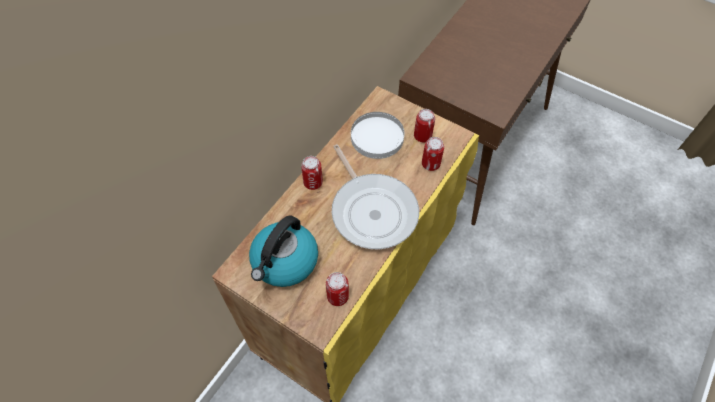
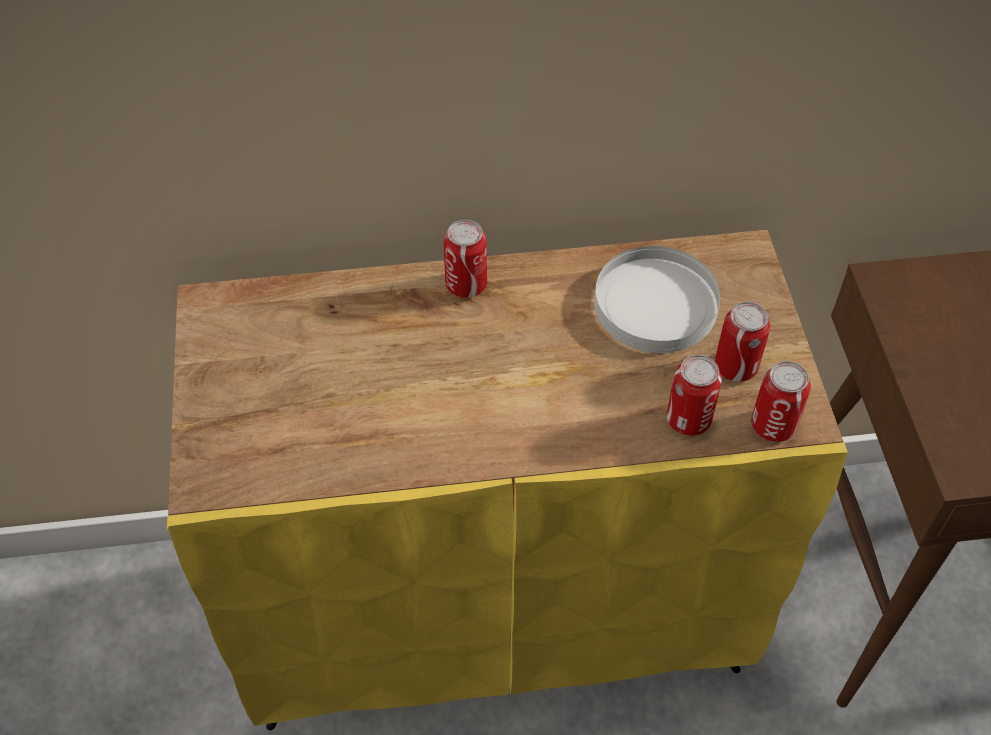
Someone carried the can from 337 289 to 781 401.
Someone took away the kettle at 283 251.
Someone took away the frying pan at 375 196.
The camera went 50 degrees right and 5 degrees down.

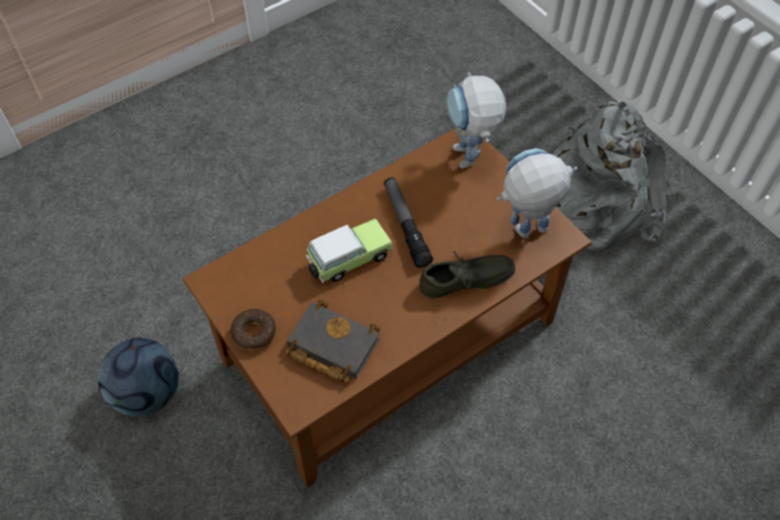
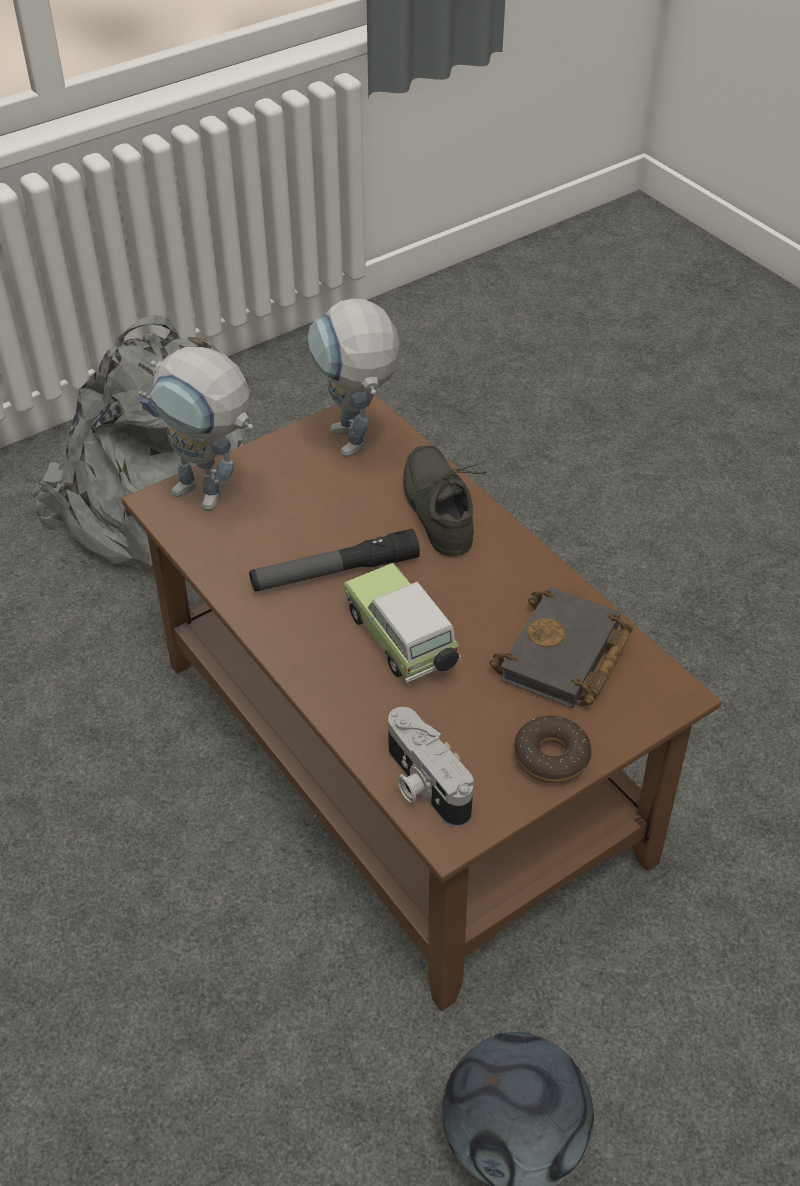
Someone rotated the toy robot at 476 121 by 45 degrees clockwise.
Someone put down the photo camera at 431 767.
The camera went 90 degrees left and 10 degrees down.

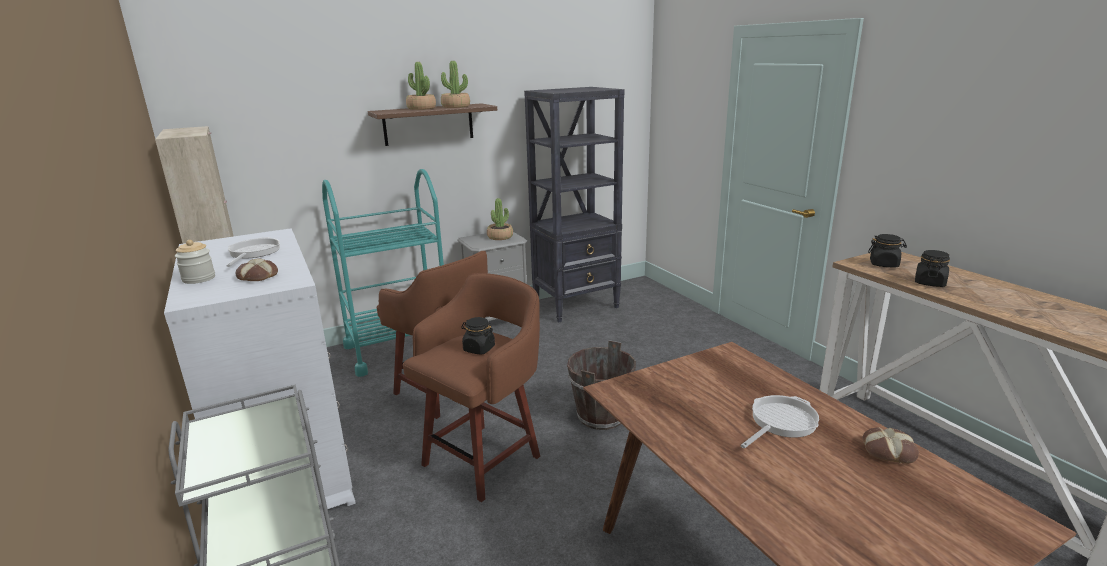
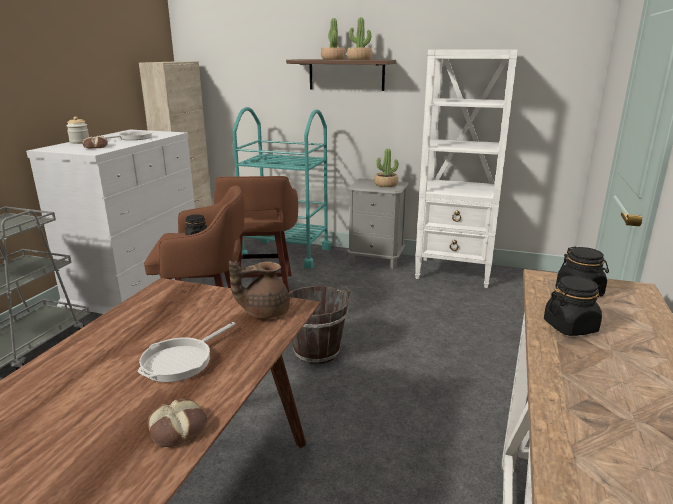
Someone rotated the frying pan at 780 421 by 120 degrees clockwise.
Someone put down the brown teapot at 259 289.
Someone repainted the black bookcase at 574 204, which became the white bookcase at 466 168.
The camera went 45 degrees right and 0 degrees up.

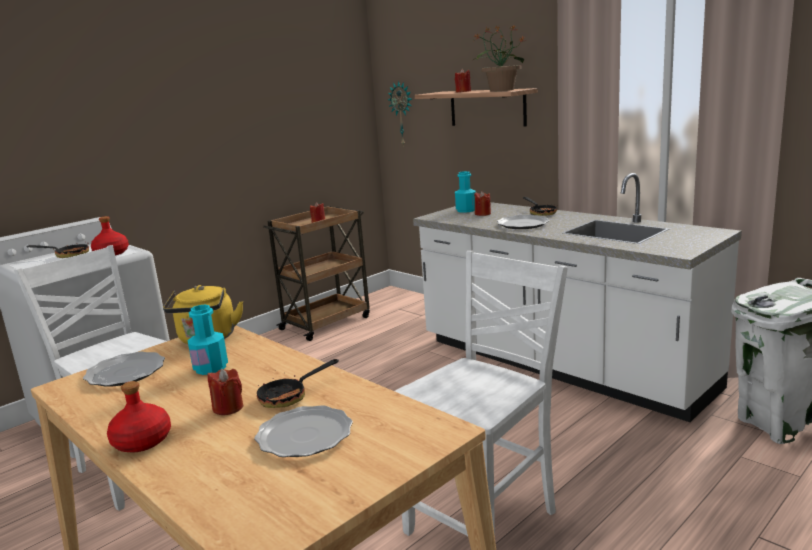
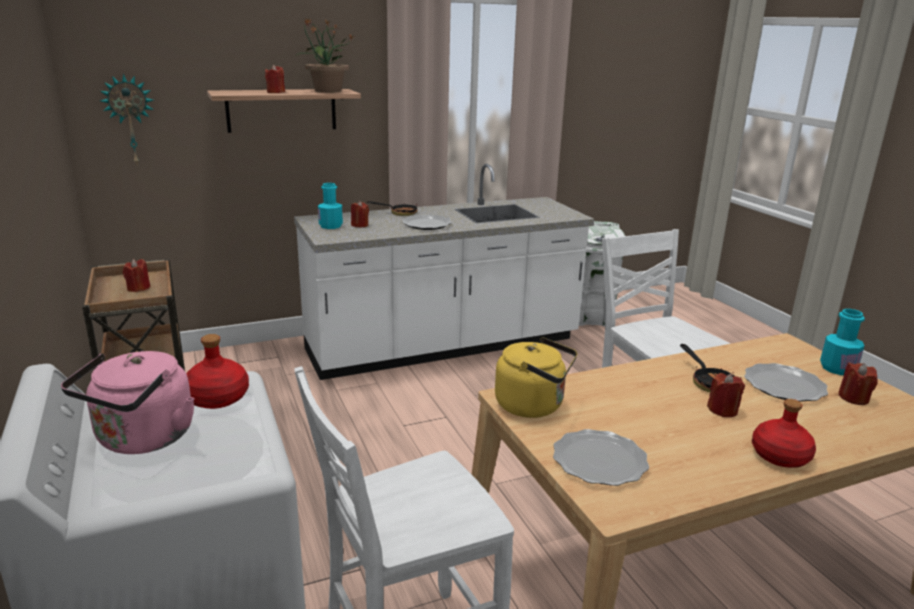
Someone swapped the frying pan at 58 250 for the pink kettle at 128 402.
Someone carried the turquoise bottle from 207 340 to 842 342.
Someone put down the red candle at 858 383.
The camera went 70 degrees left and 5 degrees up.

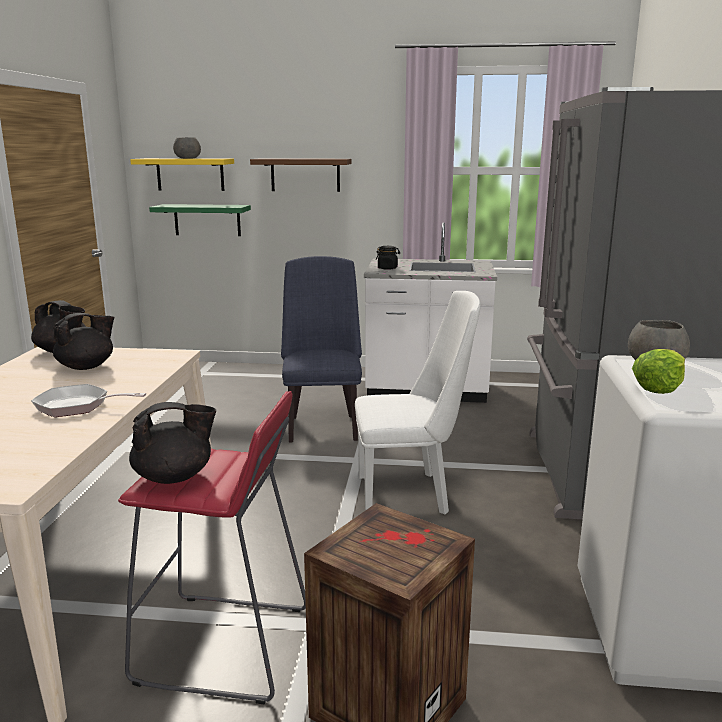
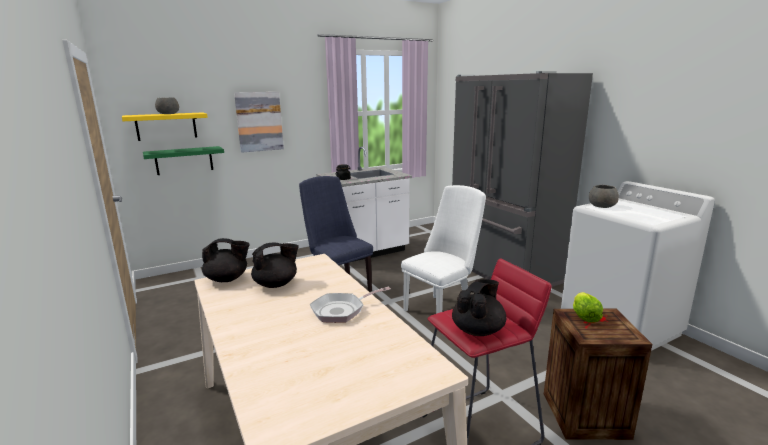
Someone swapped the brown shelf at 301 175 for the picture at 259 122.
Someone rotated the black teapot at 83 341 by 45 degrees clockwise.
Someone carried the lettuce from 658 371 to 588 307.
The camera went 35 degrees left and 0 degrees up.

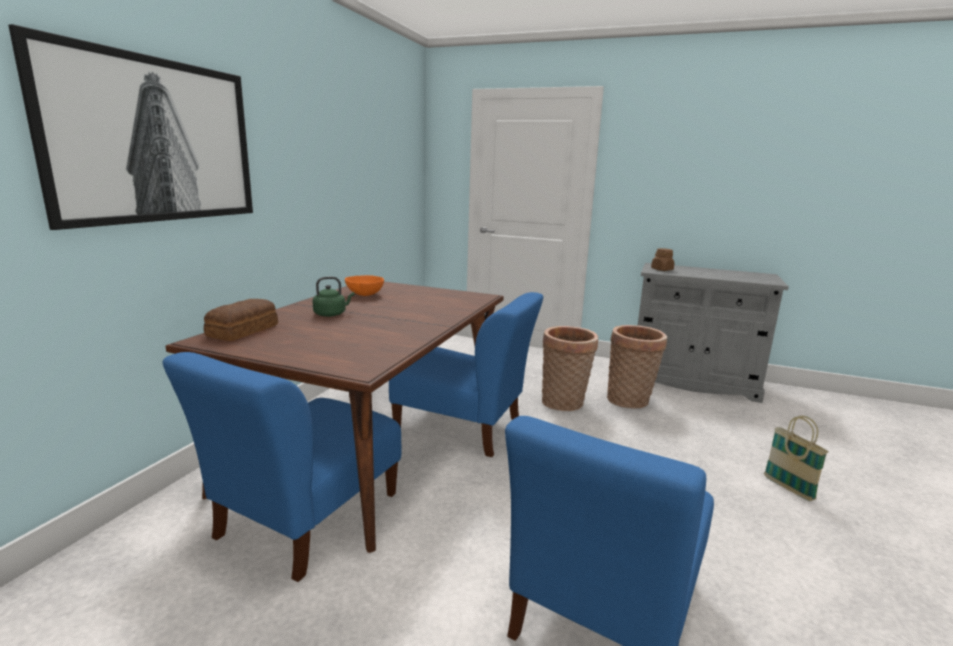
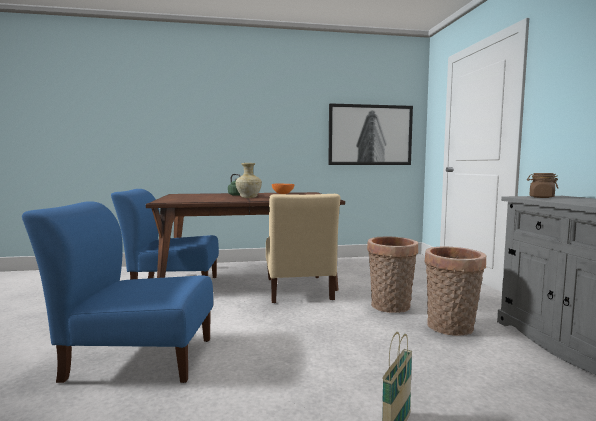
Someone put down the beige vase at 249 180.
Someone repainted the blue chair at 466 374, which became the beige chair at 303 248.
Someone carried the picture from 130 127 to 370 134.
Someone took away the bread at 241 320.
The camera went 60 degrees right and 10 degrees down.

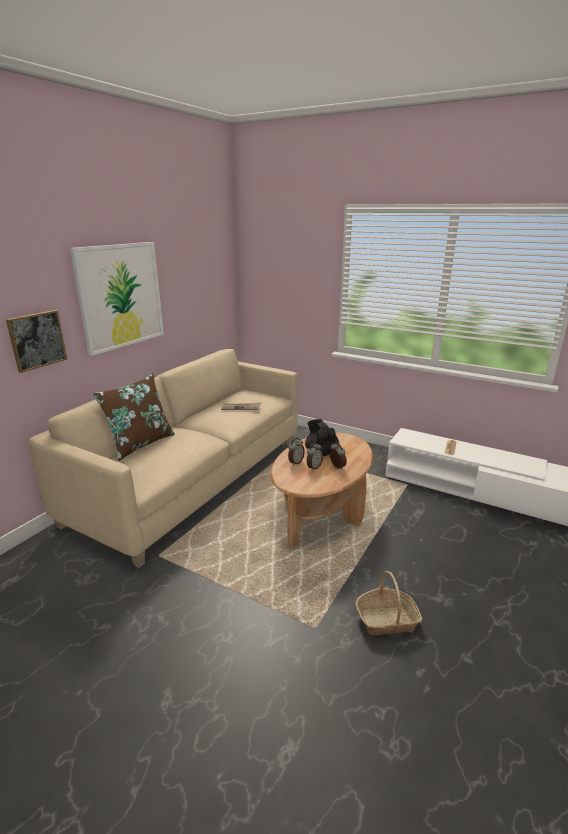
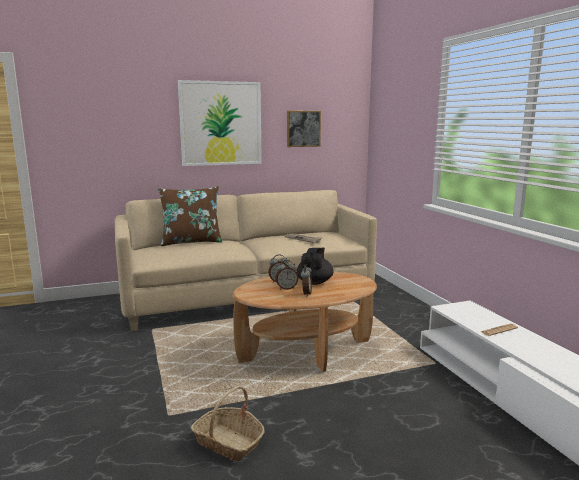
Someone carried the picture from 36 341 to 304 129.
The camera went 40 degrees right and 10 degrees down.

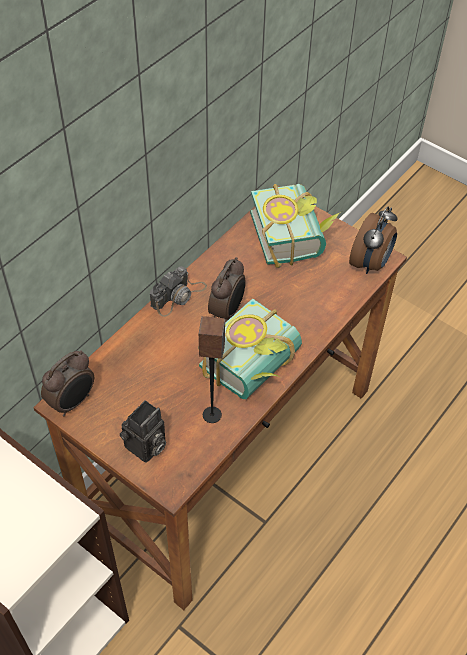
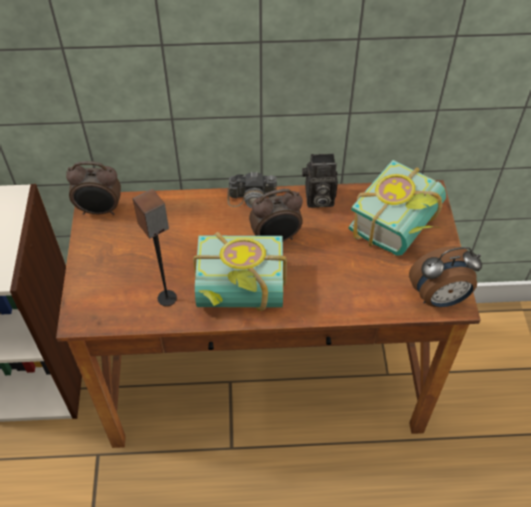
Someone carried the photo camera from 143 431 to 320 180.
The camera went 50 degrees right and 0 degrees up.

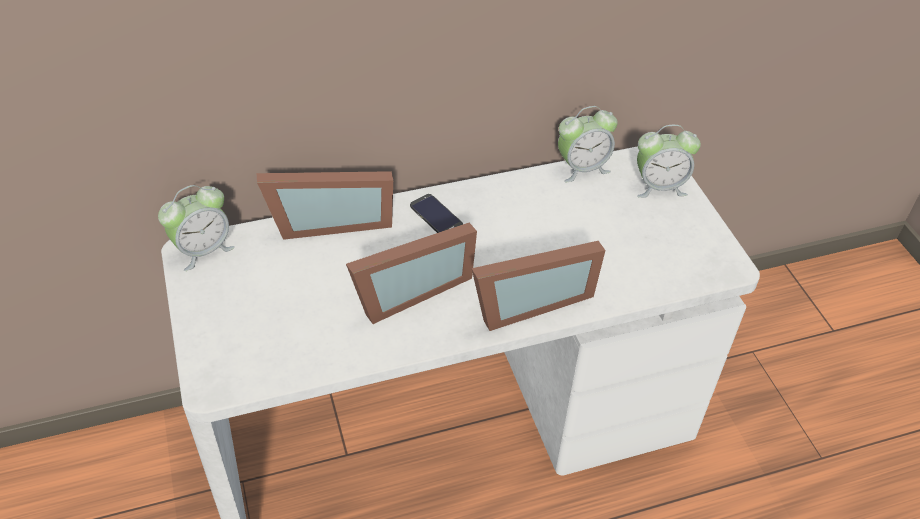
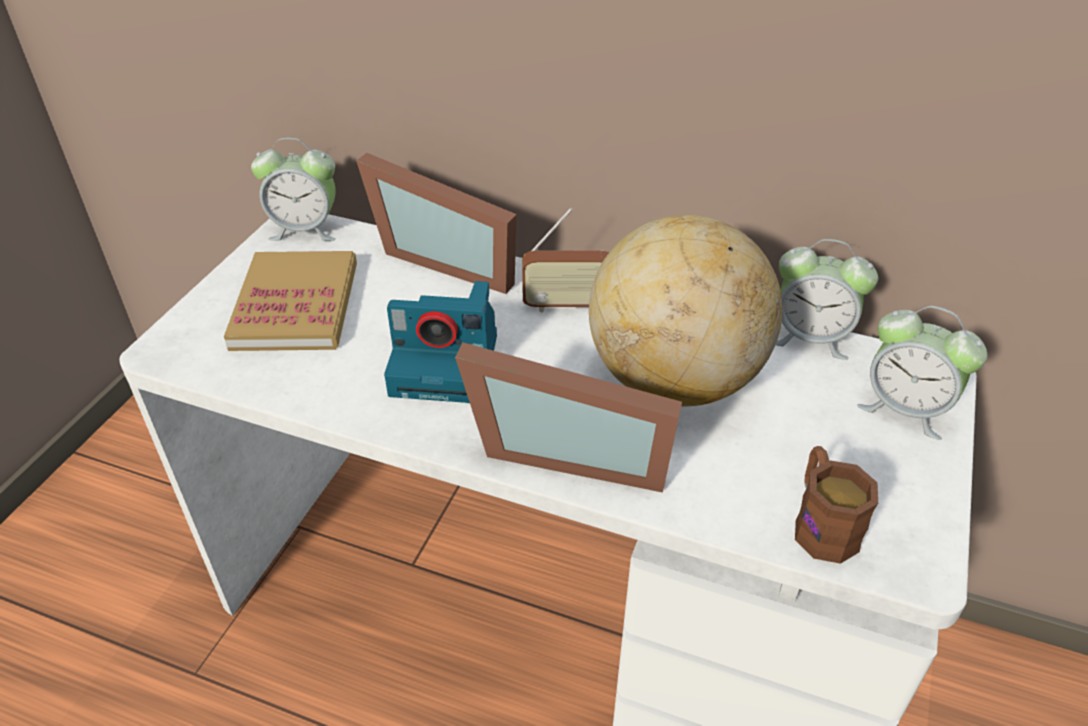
Someone put down the book at 290 301.
Someone swapped the picture frame at 411 273 for the photo camera at 440 342.
Someone swapped the phone at 436 213 for the radio at 565 260.
Someone put down the globe at 685 310.
Someone put down the brown mug at 836 505.
The camera went 40 degrees right and 5 degrees down.

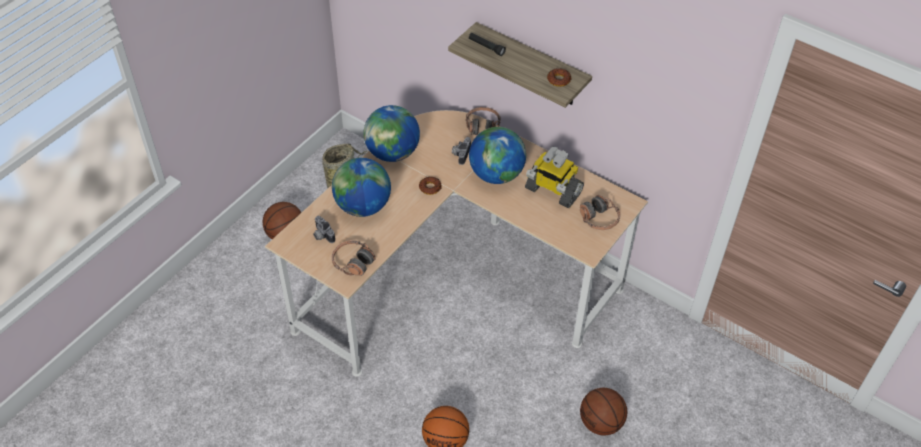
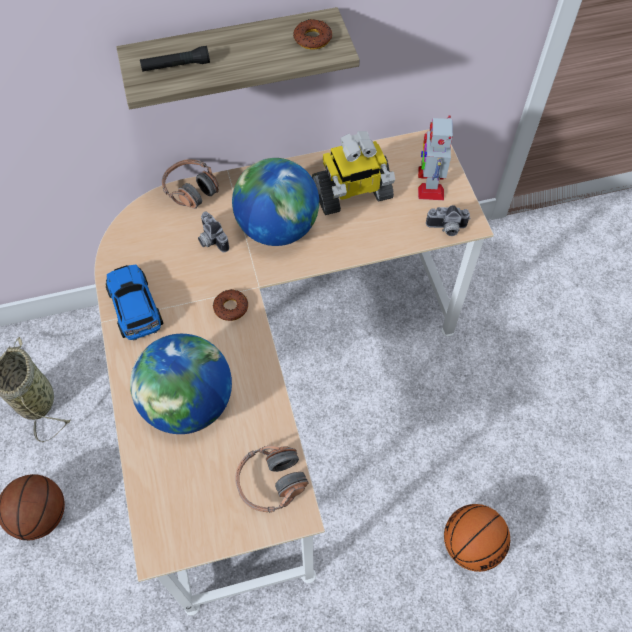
Someone swapped the globe at 392 133 for the toy car at 134 302.
Someone swapped the headphones at 600 212 for the toy robot at 435 157.
Someone carried the photo camera from 324 229 to 448 220.
Someone took away the basketball at 603 411.
The camera went 50 degrees left and 10 degrees up.

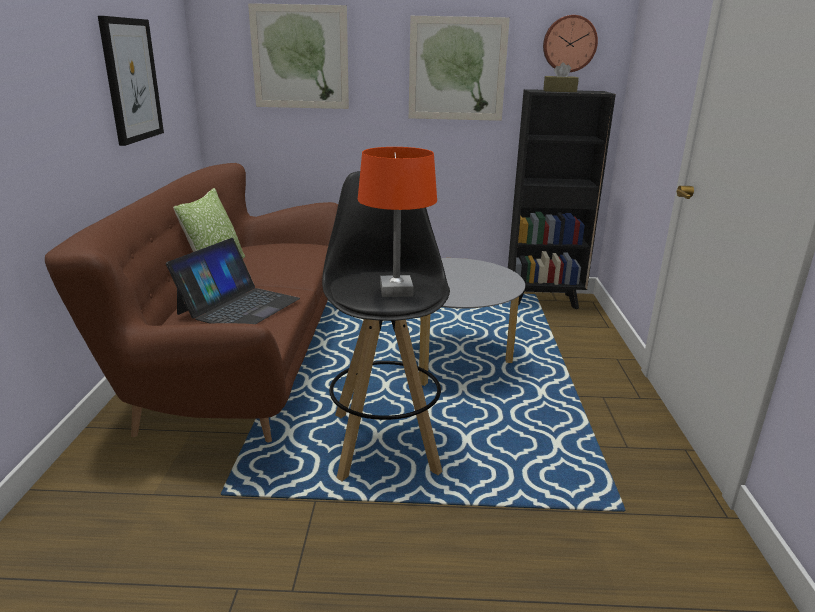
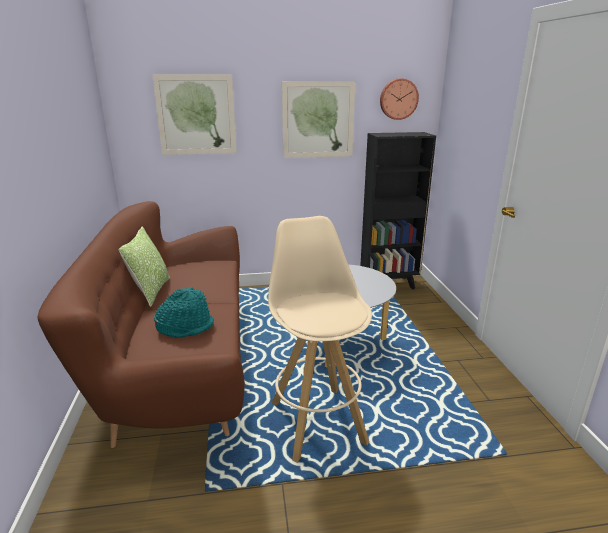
Someone swapped the laptop at 233 281 for the turquoise hat at 184 312.
Someone repainted the black stool at 386 326, which became the beige stool at 320 339.
Someone took away the picture at 131 81.
Someone took away the orange table lamp at 397 222.
Someone took away the brown tissue box at 561 77.
The camera went 10 degrees left and 0 degrees up.

